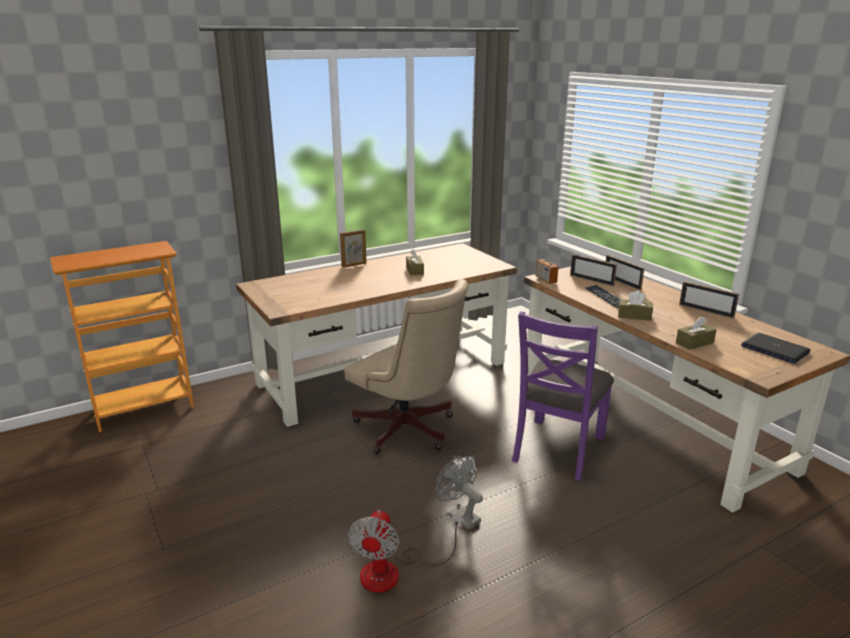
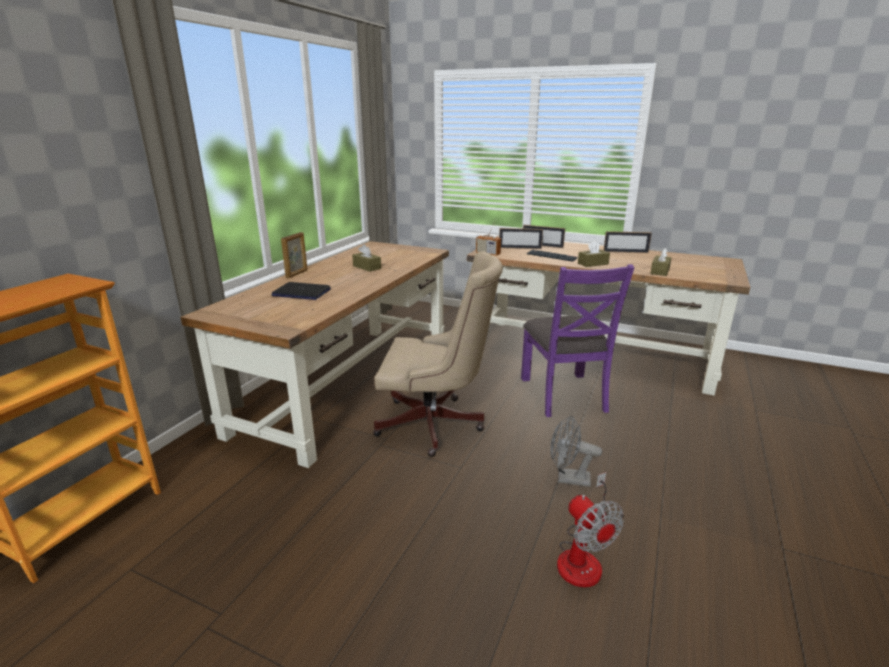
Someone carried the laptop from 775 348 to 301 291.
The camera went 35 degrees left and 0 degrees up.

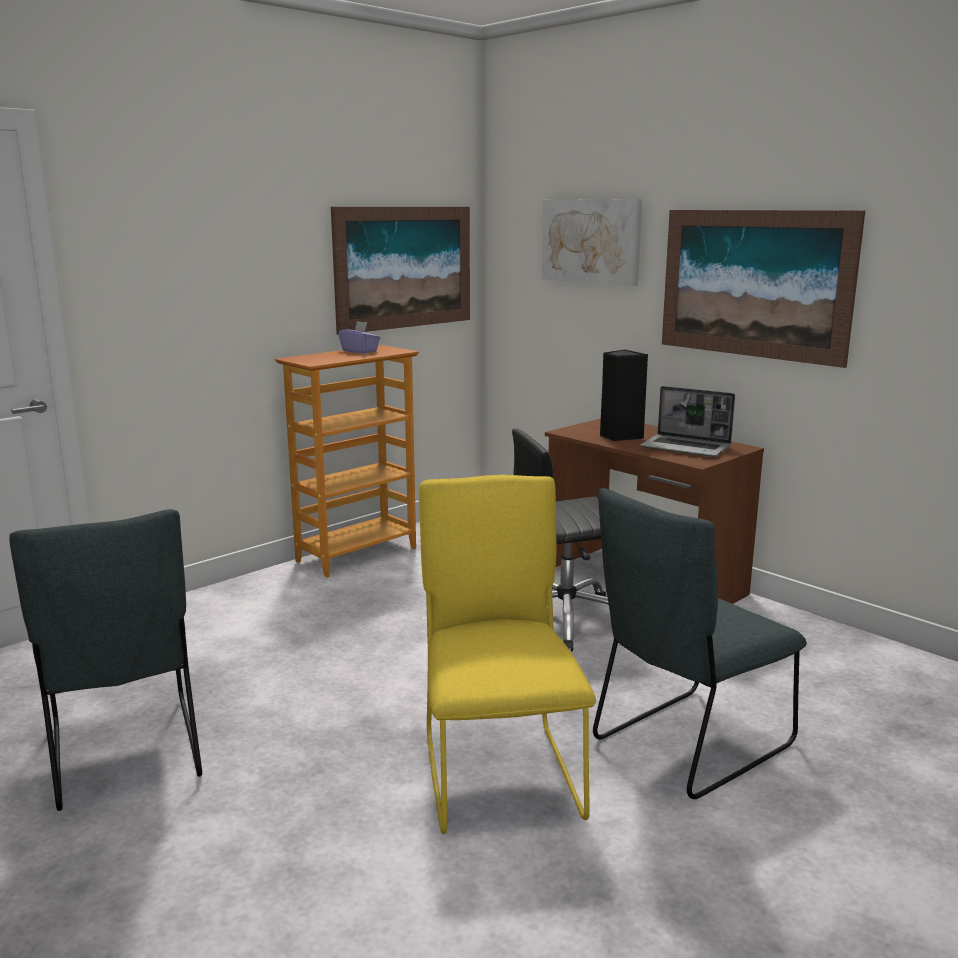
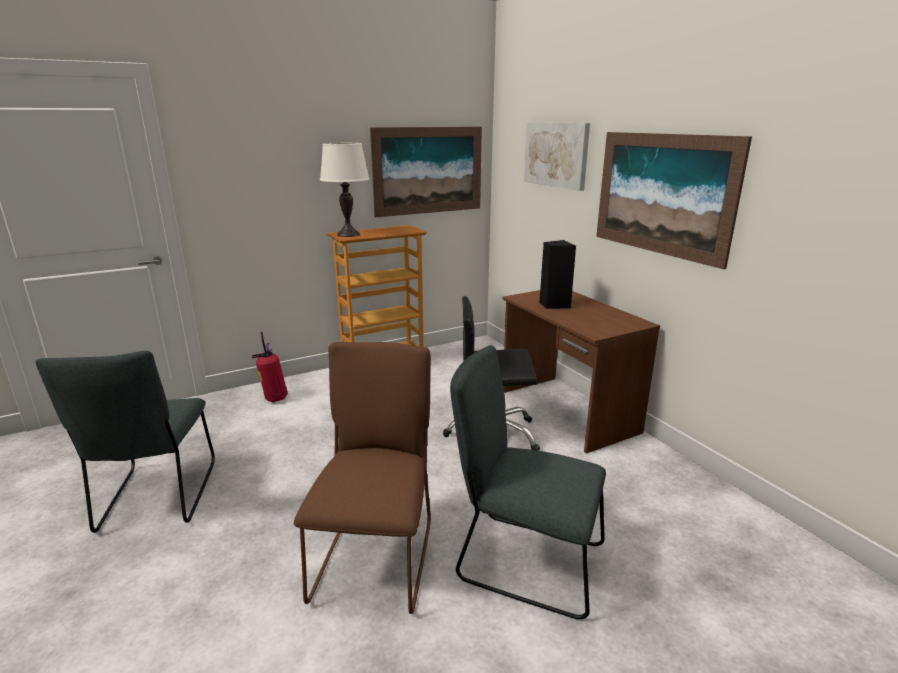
Someone put down the fire extinguisher at 270 366.
Someone repainted the yellow chair at 507 654, which became the brown chair at 362 478.
Someone put down the white table lamp at 344 190.
Someone rotated the grey chair at 700 643 by 45 degrees clockwise.
Someone took away the purple tissue box at 359 337.
Someone took away the laptop at 687 421.
The camera went 15 degrees right and 5 degrees up.

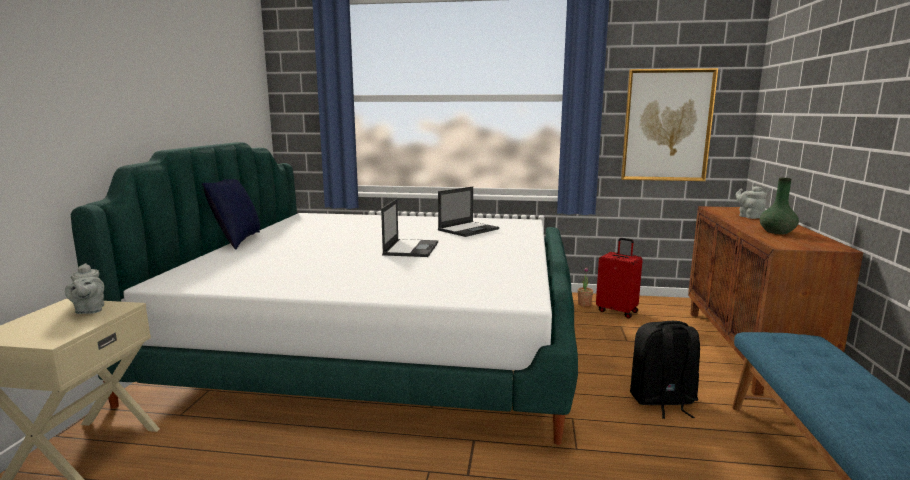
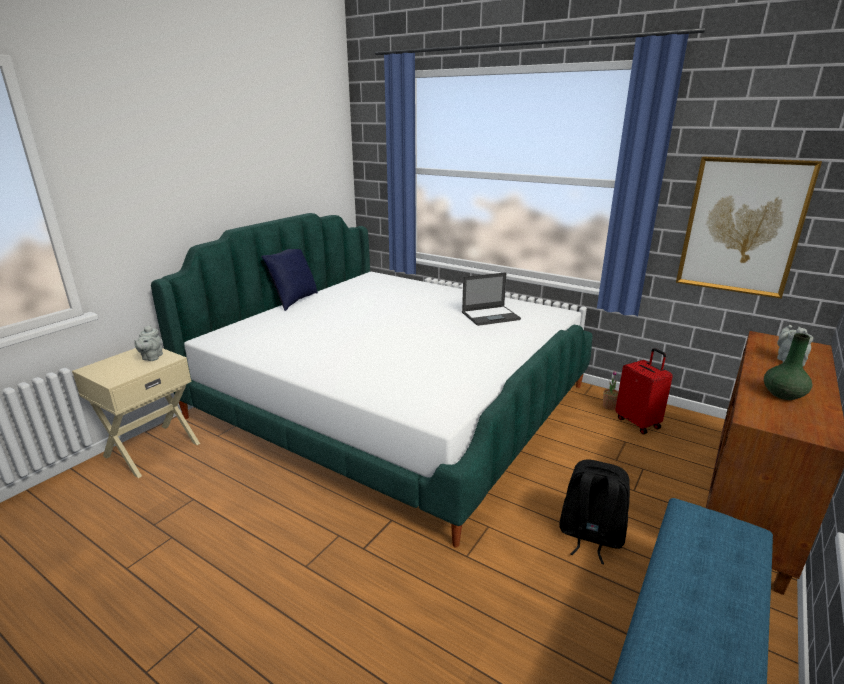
Someone took away the laptop at 409 228.
The camera went 25 degrees right and 10 degrees up.

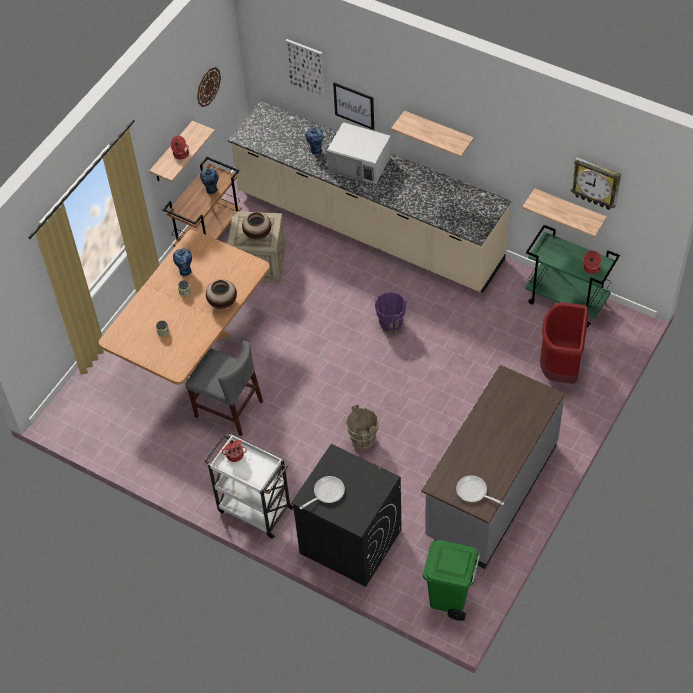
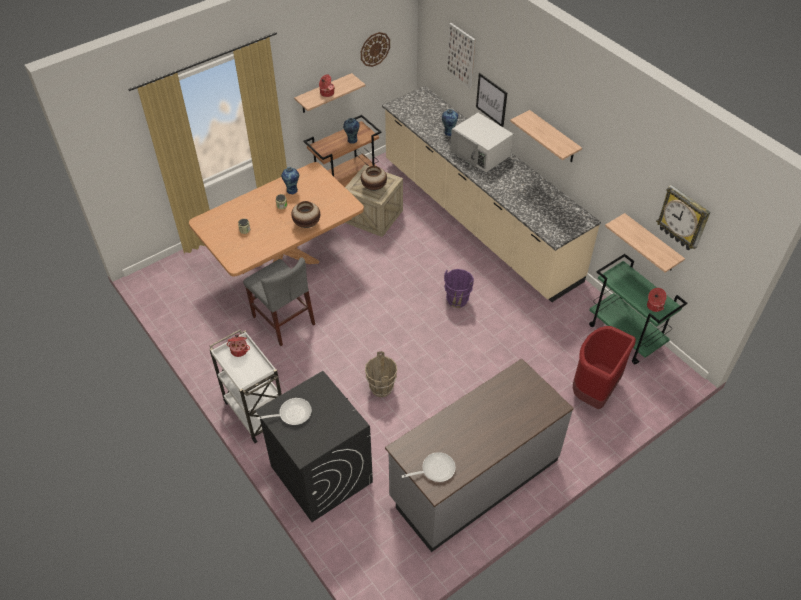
Someone rotated the frying pan at 480 490 by 105 degrees clockwise.
Someone took away the green trash can at 452 580.
The camera went 20 degrees right and 5 degrees down.

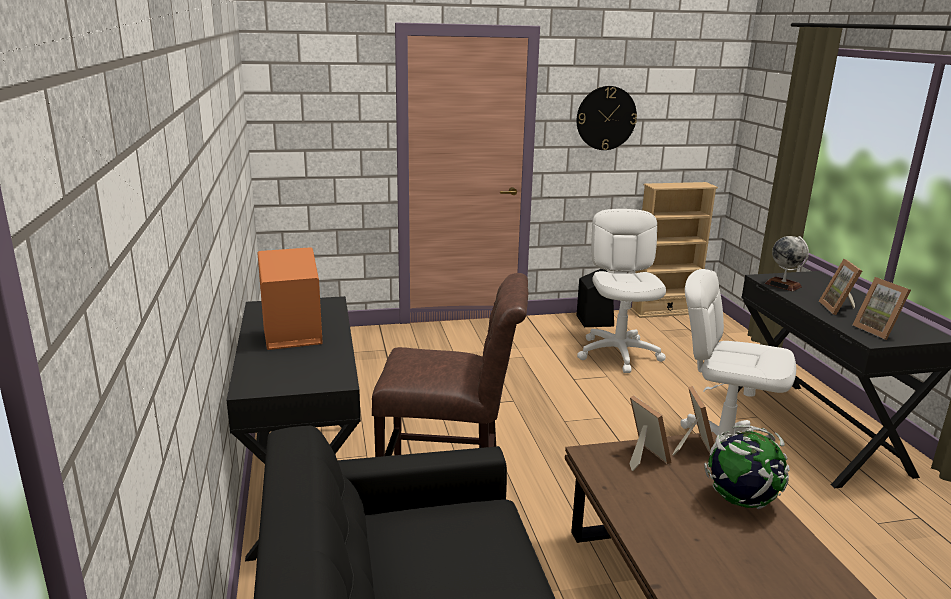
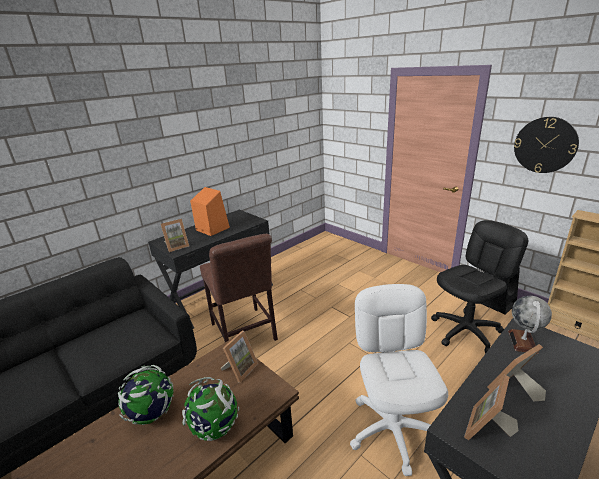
Someone put down the globe at 145 395.
Someone carried the picture frame from 693 421 to 175 235.
Someone repainted the white office chair at 621 291, which became the black office chair at 479 286.
The camera went 60 degrees right and 5 degrees up.

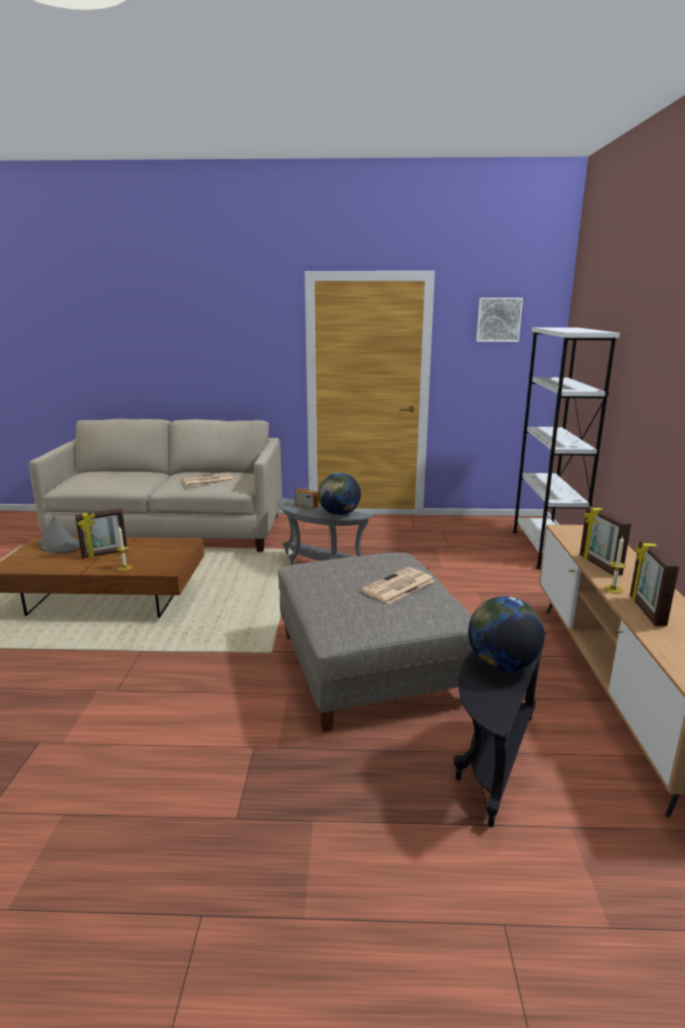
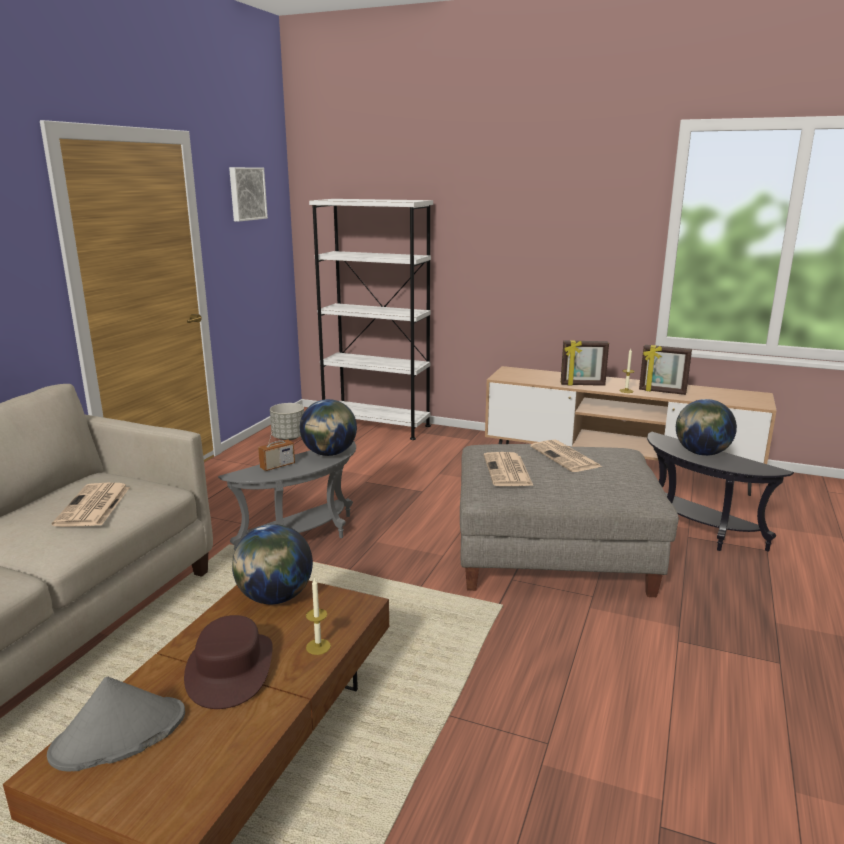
Someone swapped the picture frame at 101 533 for the brown hat at 228 662.
Someone put down the globe at 272 564.
Someone put down the grey planter at 287 421.
Someone put down the newspaper at 508 469.
The camera went 70 degrees left and 0 degrees up.

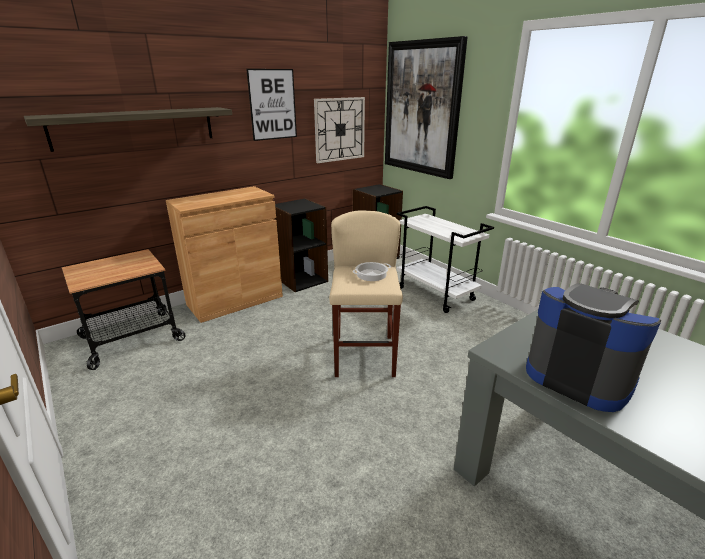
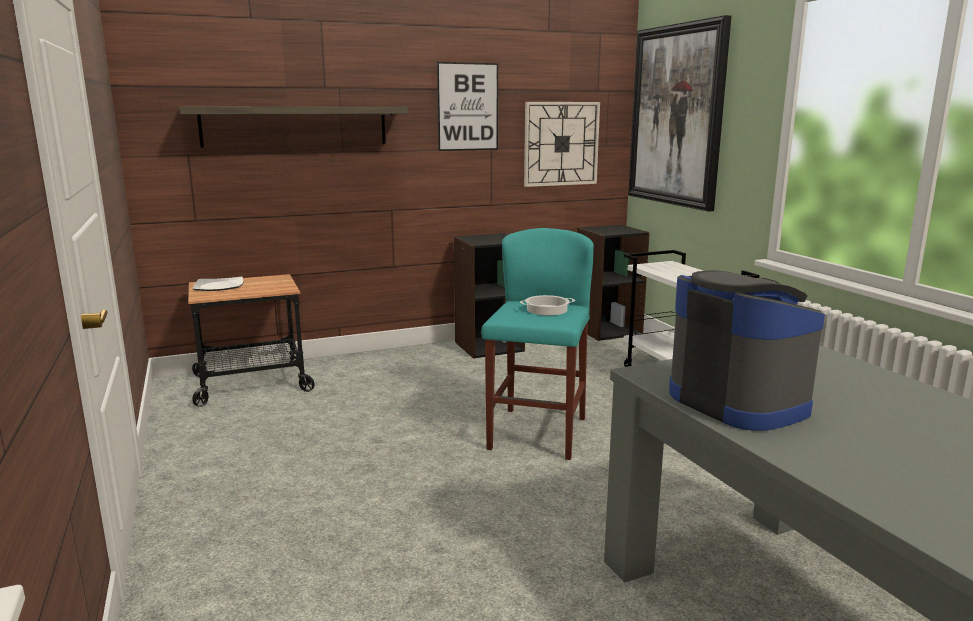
Someone put down the plate at 218 284.
Someone repainted the beige stool at 366 293, which became the turquoise stool at 537 344.
Someone took away the brown cabinet at 224 254.
The camera went 15 degrees right and 10 degrees down.

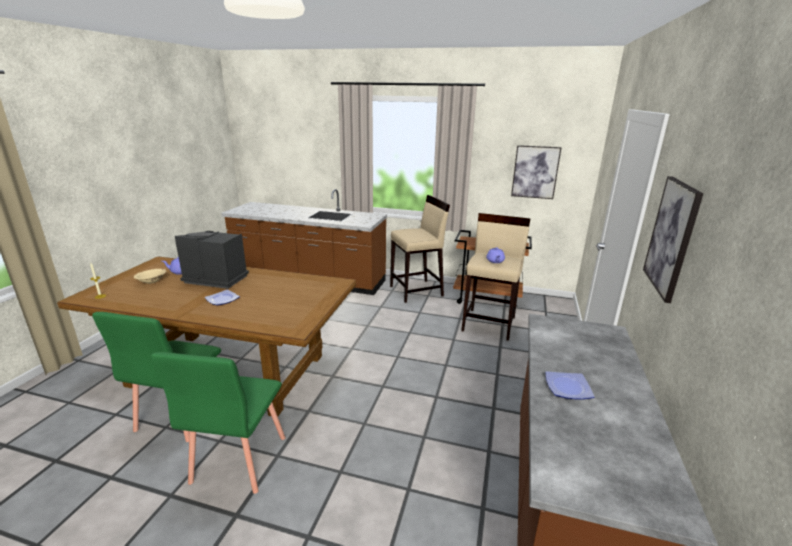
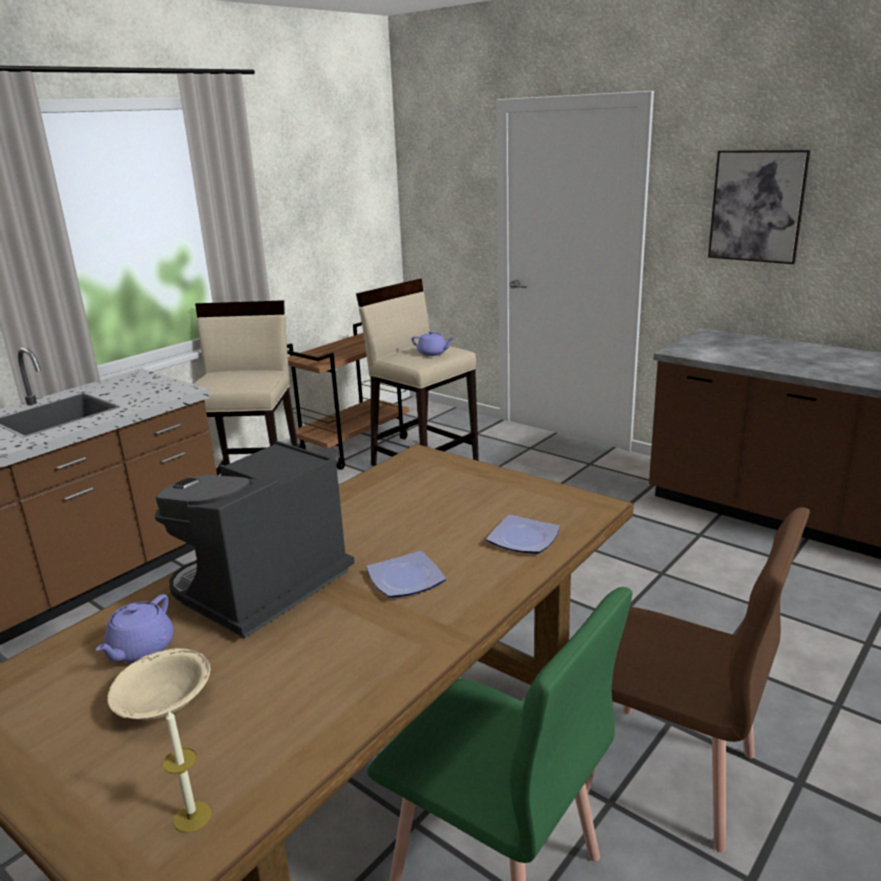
Someone carried the plate from 569 385 to 523 534.
Someone repainted the green chair at 218 423, which became the brown chair at 697 679.
Someone took away the picture at 536 172.
The camera went 65 degrees left and 0 degrees up.

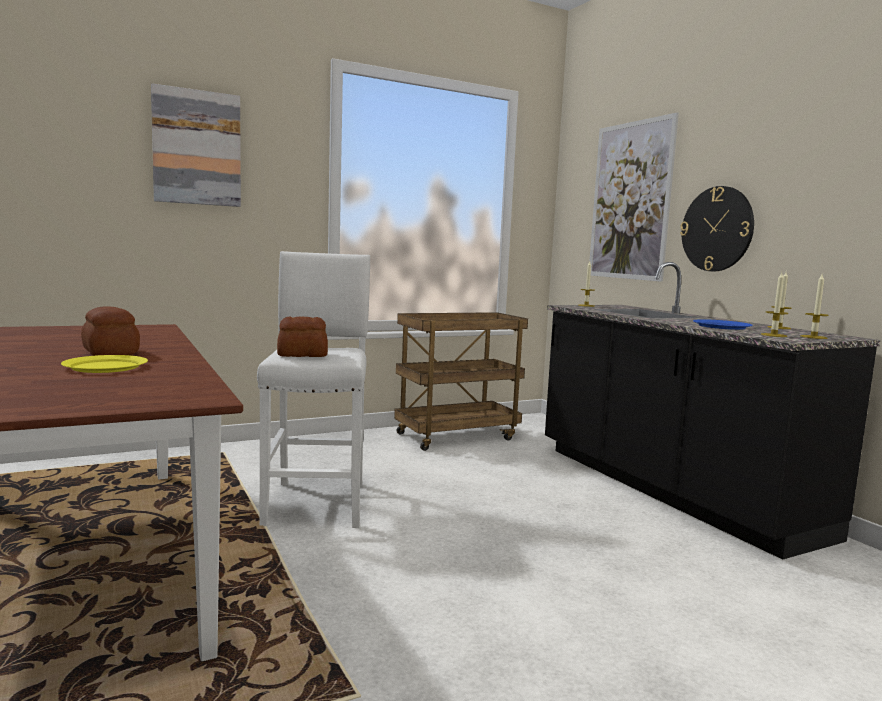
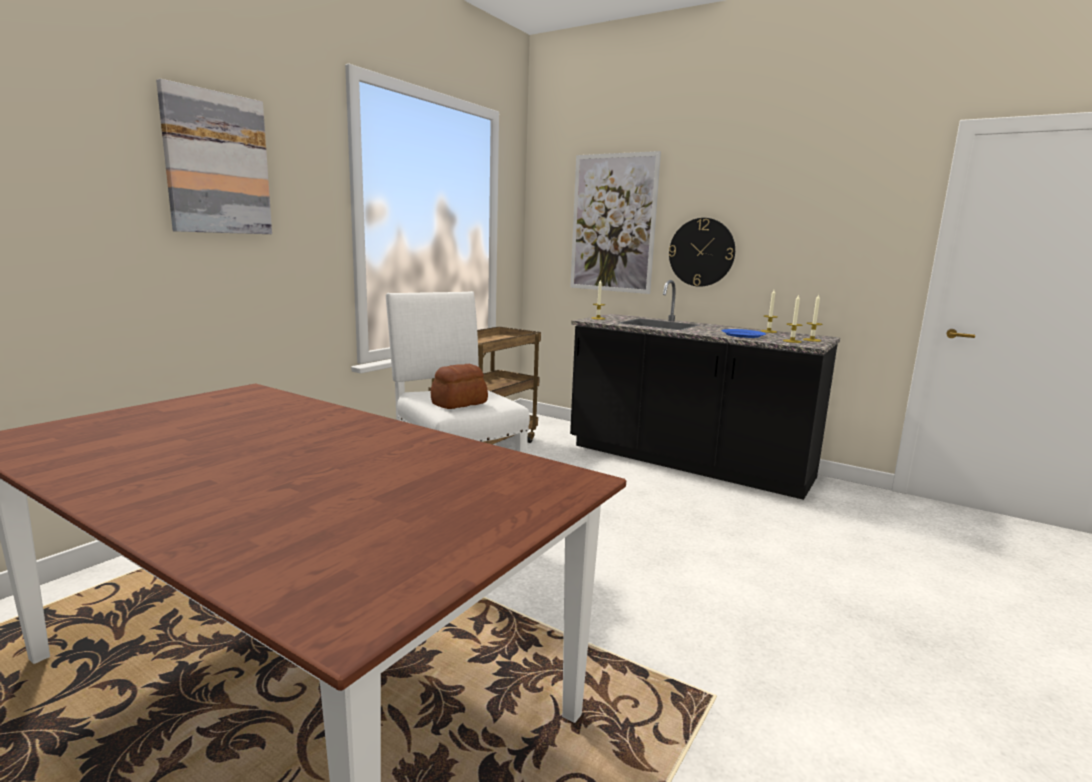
Someone took away the yellow plate at 104 364.
Someone took away the bread at 110 331.
The camera went 30 degrees left and 5 degrees up.

